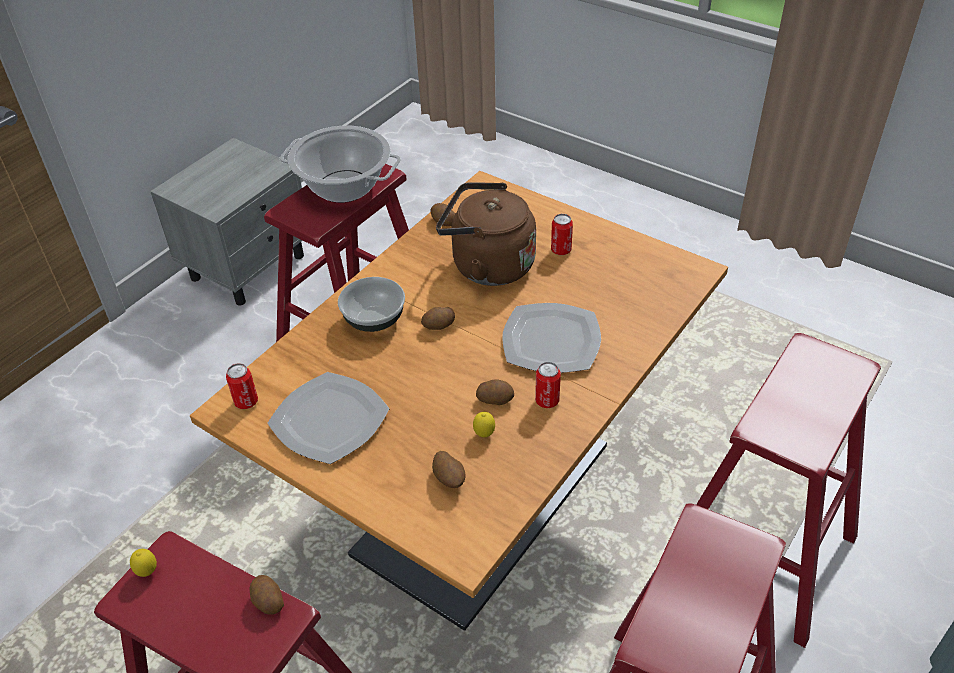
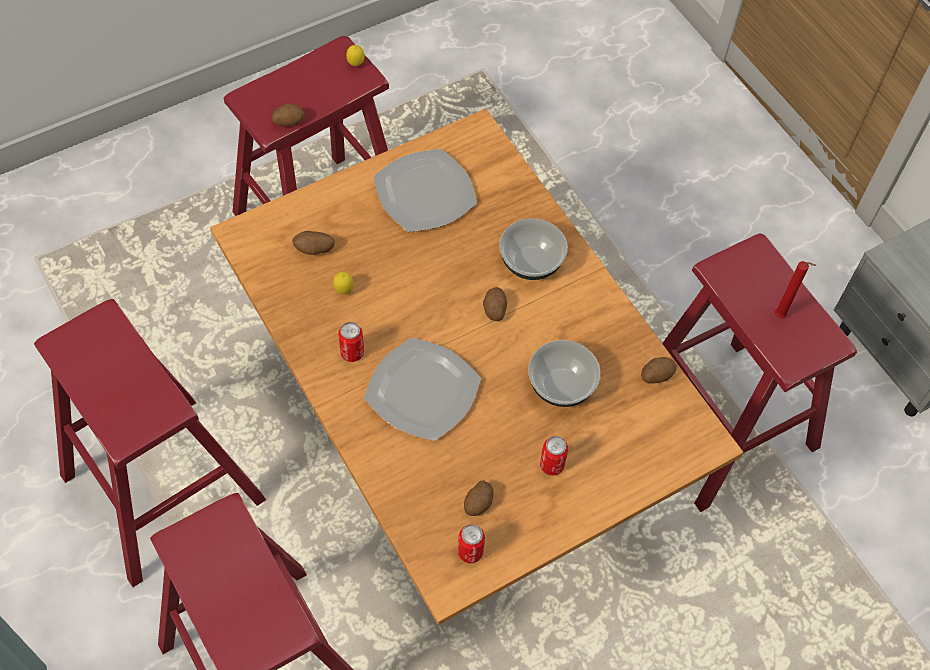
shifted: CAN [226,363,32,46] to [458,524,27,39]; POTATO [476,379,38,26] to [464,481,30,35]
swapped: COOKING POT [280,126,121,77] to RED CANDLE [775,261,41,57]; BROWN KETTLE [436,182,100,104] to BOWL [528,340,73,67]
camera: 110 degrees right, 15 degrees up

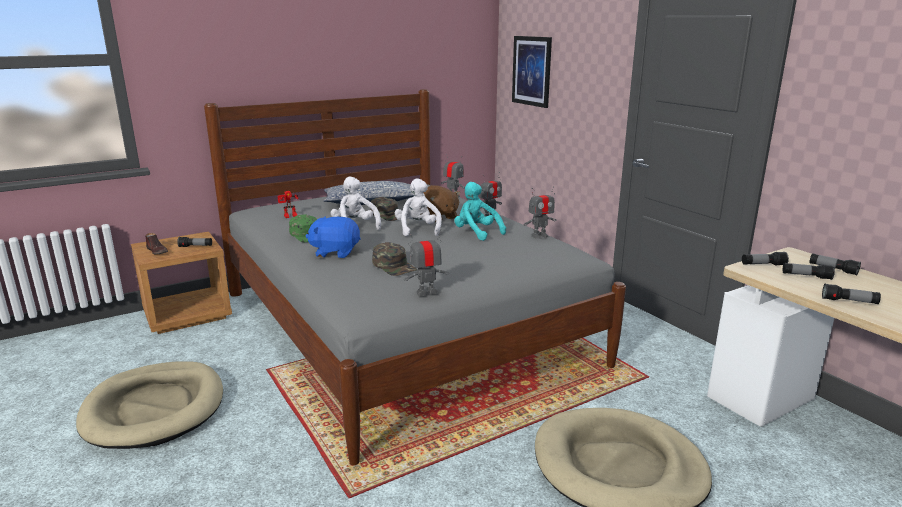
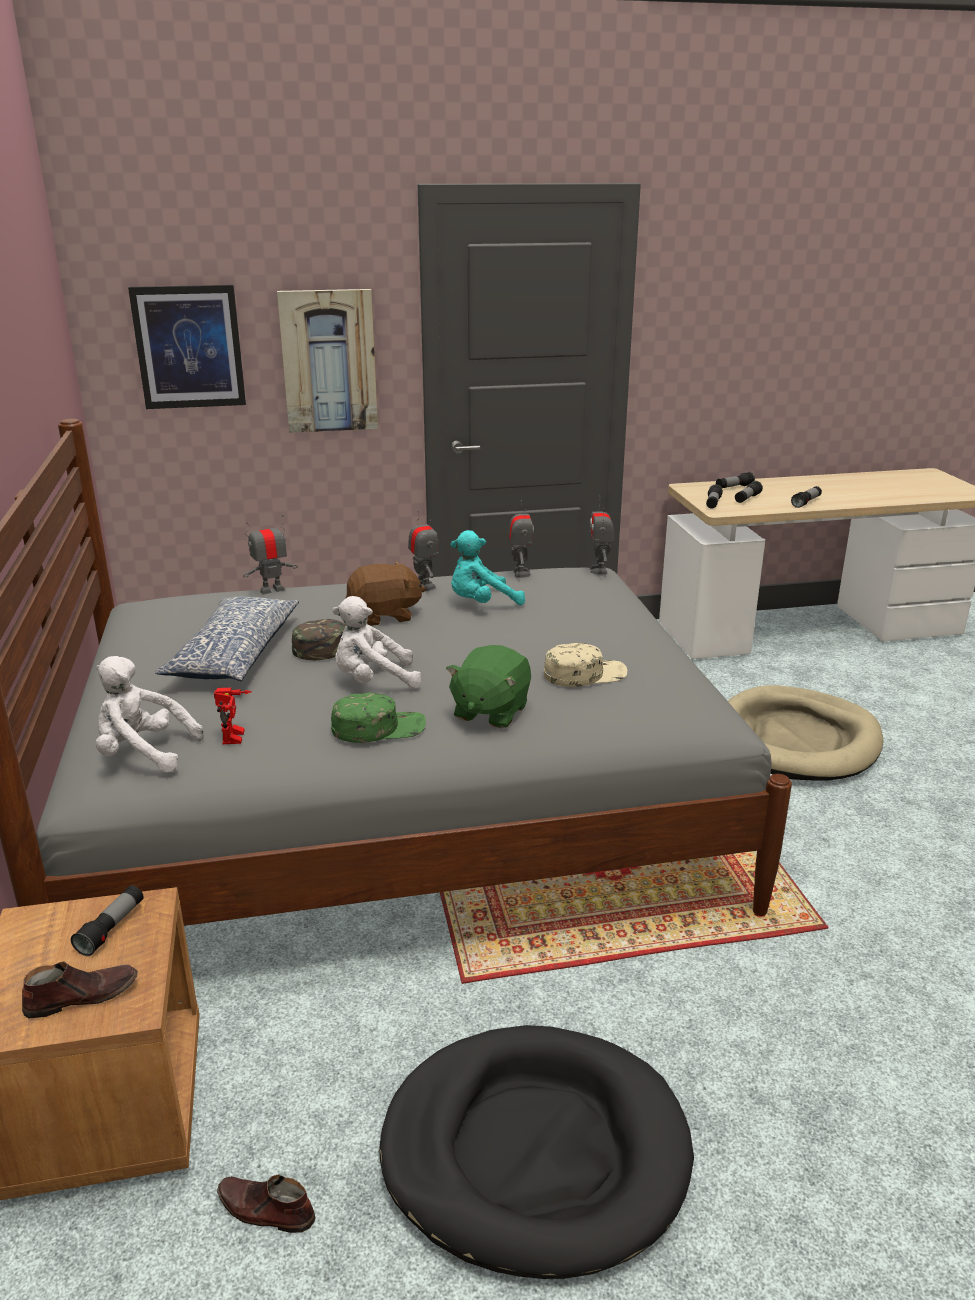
new: BROWN SHOE [217,1174,99,59]; PICTURE [277,289,101,144]
shifted: WHITE PLUSH TOY [395,178,47,58] to [96,656,108,116]; TOY ROBOT [404,229,45,67] to [590,496,24,79]
repainted: BEIGE DOG BED [76,361,147,88] to BLACK DOG BED [379,1025,315,254]; BLUE PLUSH TOY [305,217,56,41] to GREEN PLUSH TOY [446,645,85,83]; GREEN CAP [372,242,45,34] to BEIGE CAP [544,643,83,44]
camera: 70 degrees left, 5 degrees up

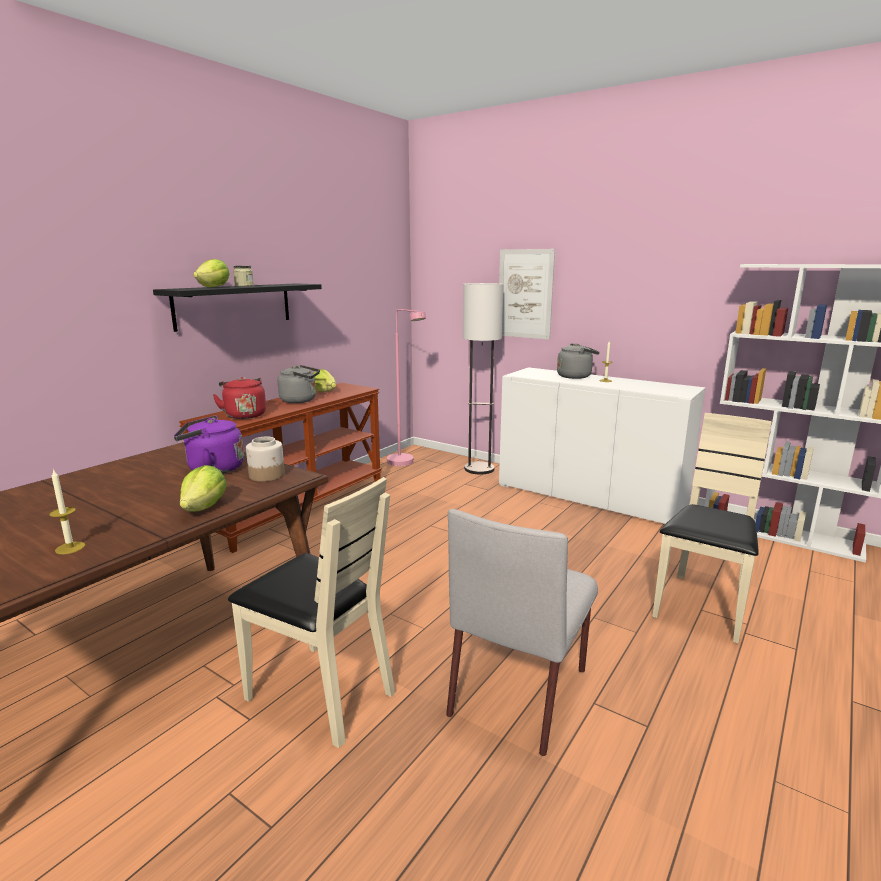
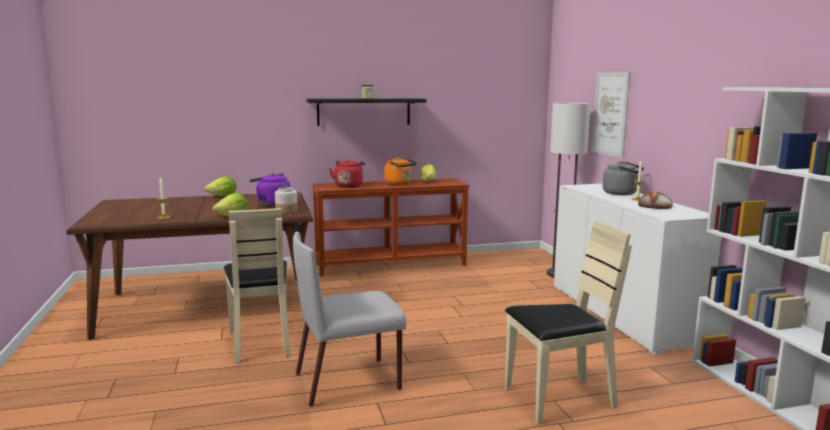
gone: PINK FLOOR LAMP [387,309,39,157]
new: BREAD [638,191,35,18]
shifted: LETTUCE [193,259,37,28] to [204,176,33,20]
repainted: GREY KETTLE [278,365,42,38] to ORANGE KETTLE [384,157,33,28]
camera: 40 degrees right, 5 degrees down

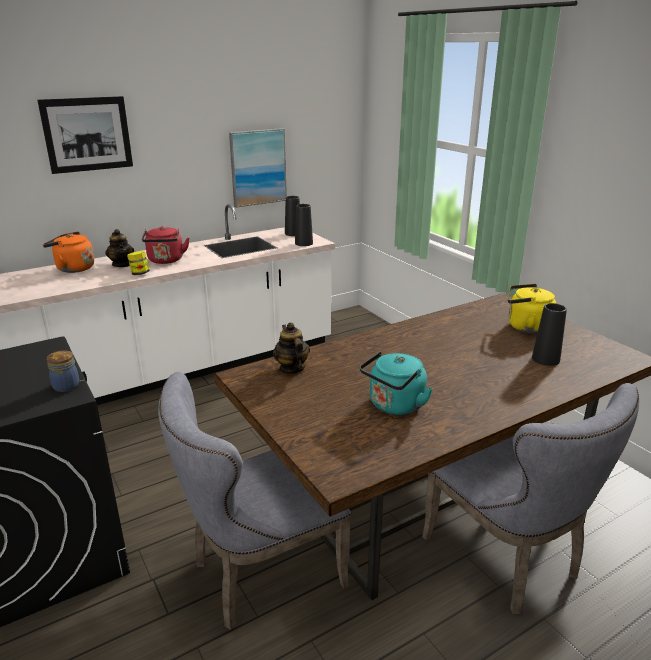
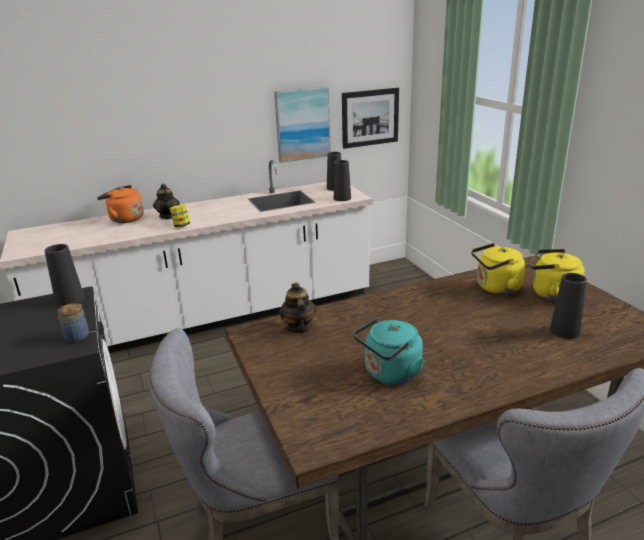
gone: RED KETTLE [142,226,48,38]
new: BLACK VASE [44,244,41,63]; YELLOW KETTLE [471,243,54,51]
shifted: PICTURE [37,96,96,78] to [342,88,57,61]
camera: 10 degrees right, 0 degrees up

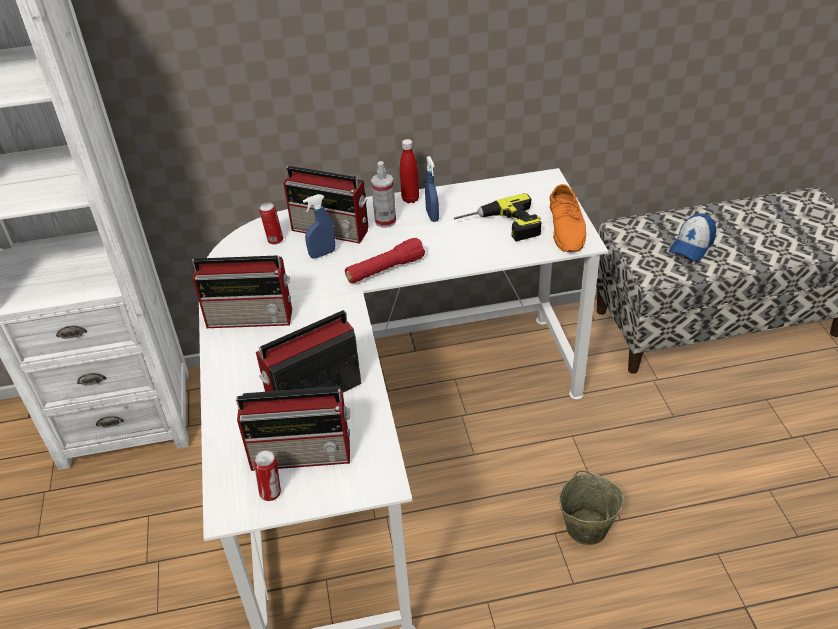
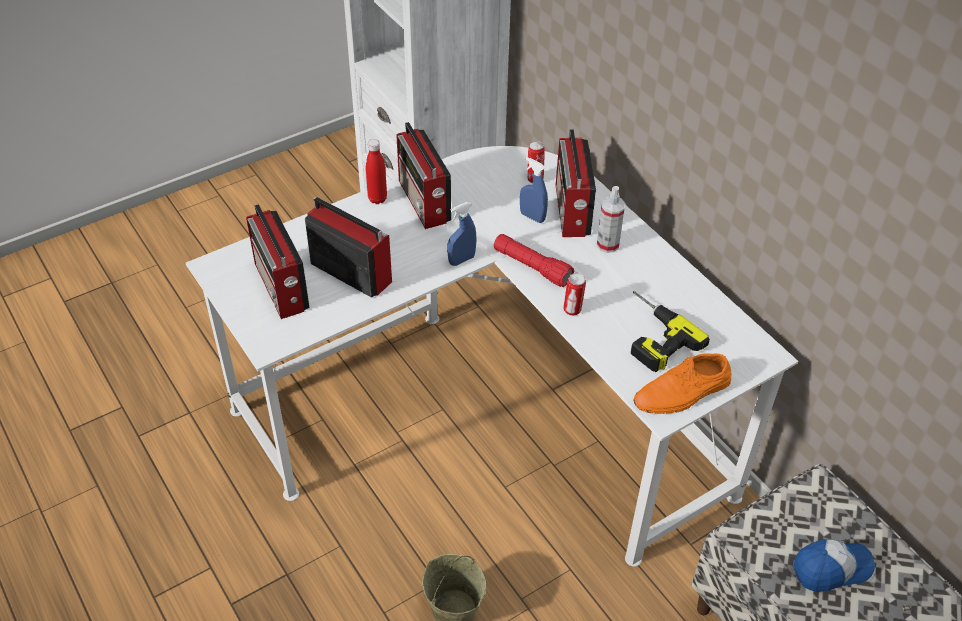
shifted: CAN [254,450,27,51] to [563,273,23,43]; RED BOTTLE [400,139,19,64] to [366,139,21,65]; BLUE SPRAY BOTTLE [425,156,14,66] to [447,202,30,64]
rotated: CAP [669,213,47,48] = [794,539,81,53] 150 degrees clockwise
camera: 65 degrees right, 5 degrees up

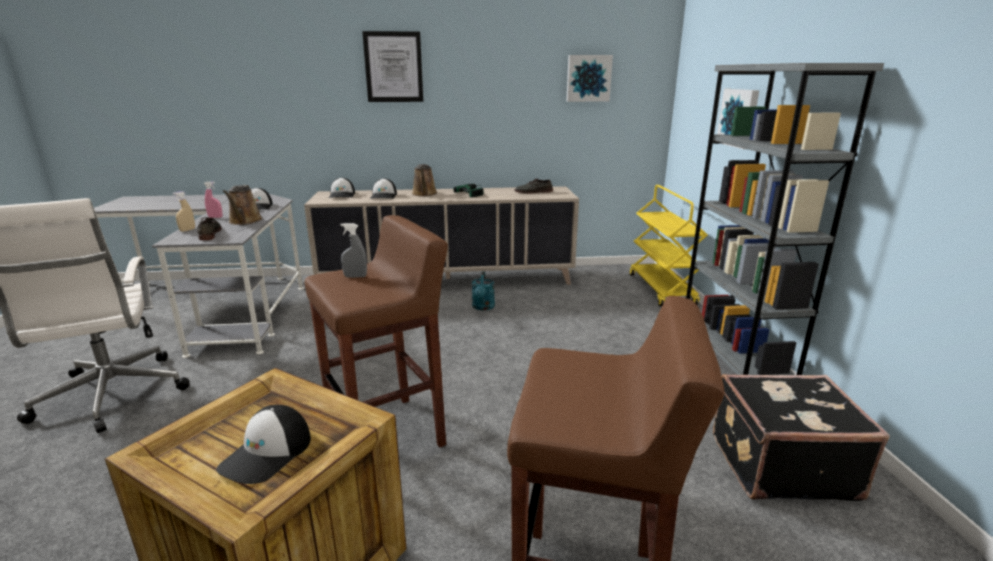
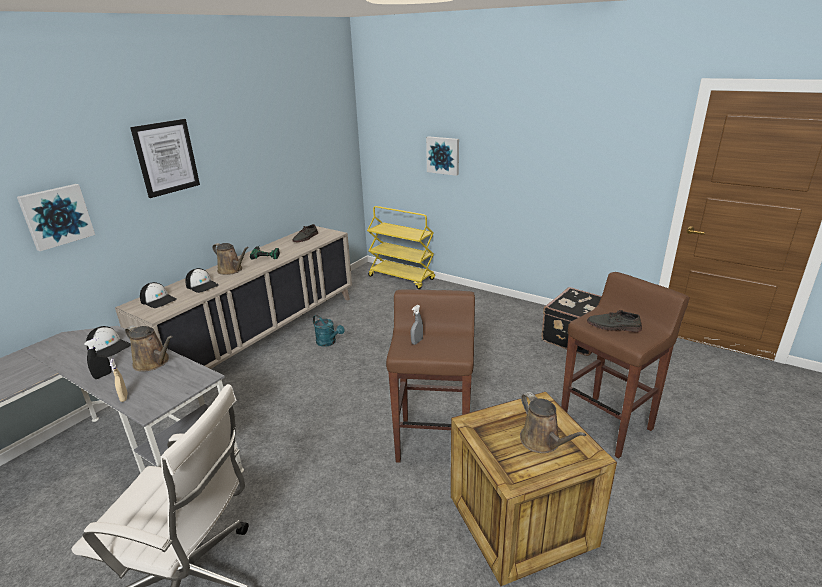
gone: GREY BOOKCASE [686,63,198,312]
shifted: GREY SHOE [197,217,25,23] to [587,310,55,22]; PICTURE [566,55,47,47] to [17,184,78,67]
swapped: CAP [217,405,94,79] to BROWN WATERING CAN [520,392,66,61]
repainted: PINK SPRAY BOTTLE [204,182,19,36] to BLACK SPRAY BOTTLE [84,337,27,42]
camera: 50 degrees left, 5 degrees up

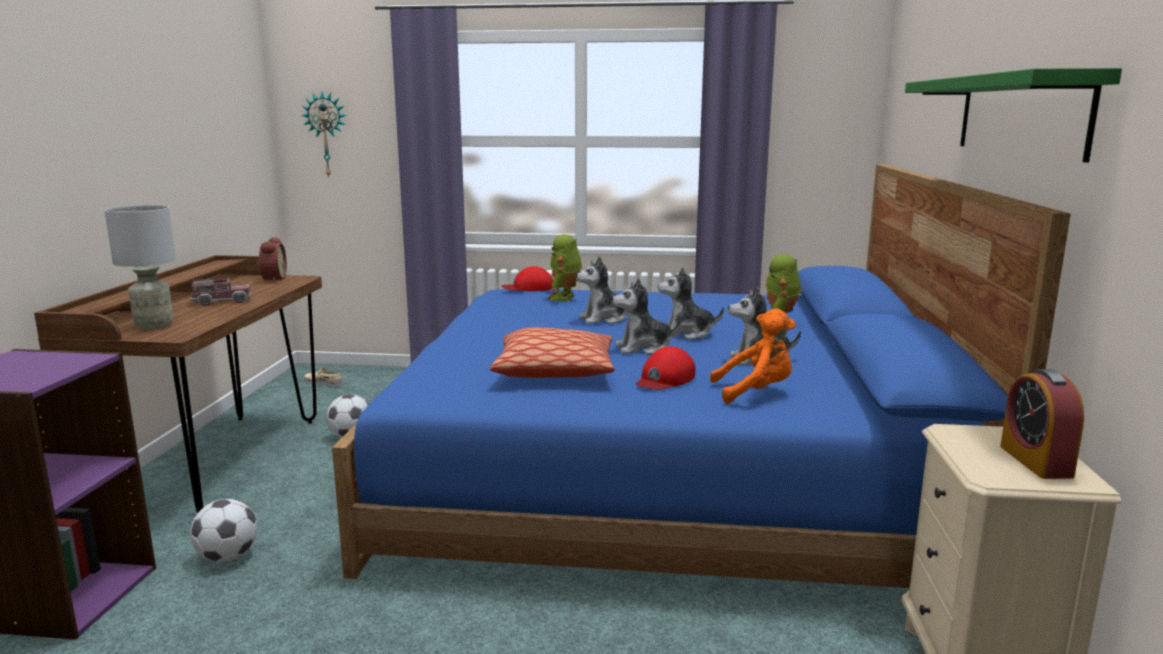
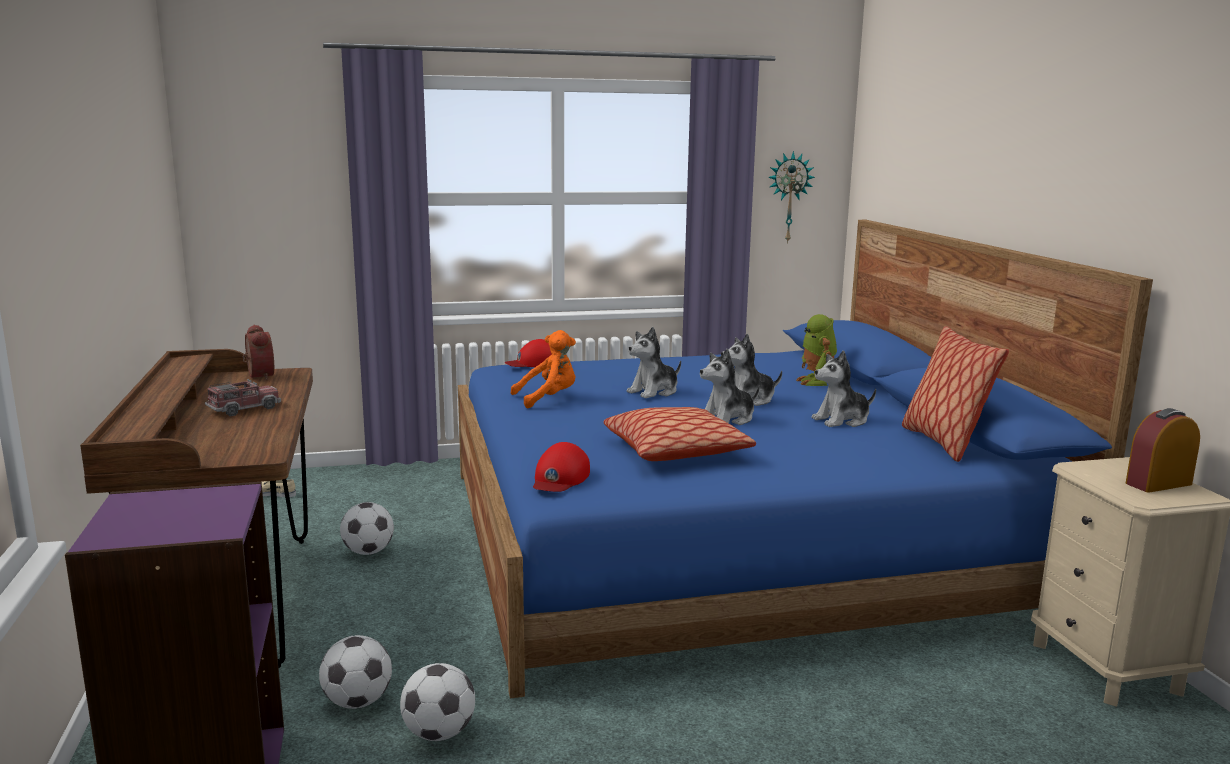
gone: GREY TABLE LAMP [104,205,72,125]; TOY ROBOT [547,234,35,67]; GREEN SHELF [905,68,217,95]
new: FOOTBALL [400,663,75,78]; PILLOW [902,326,107,136]
shifted: WALL CLOCK [301,92,46,85] to [768,151,47,93]; RED CAP [636,346,59,44] to [533,442,57,50]; ORANGE PLUSH TOY [710,308,86,95] to [511,330,65,78]
rotated: ALARM CLOCK [1000,369,84,110] = [1126,408,74,85] 90 degrees clockwise
camera: 20 degrees left, 0 degrees up

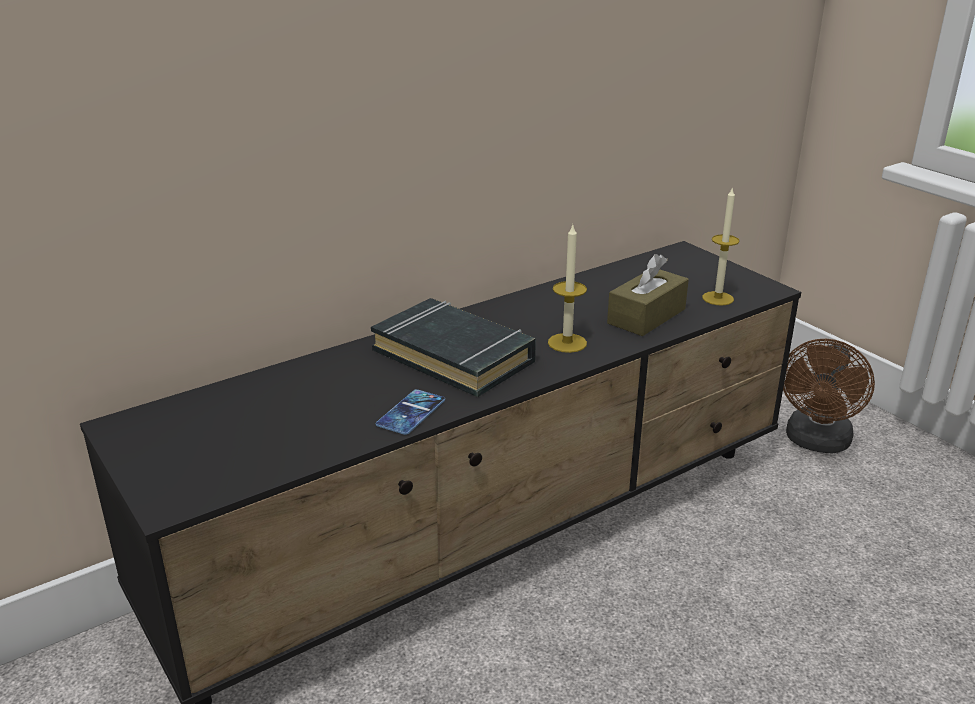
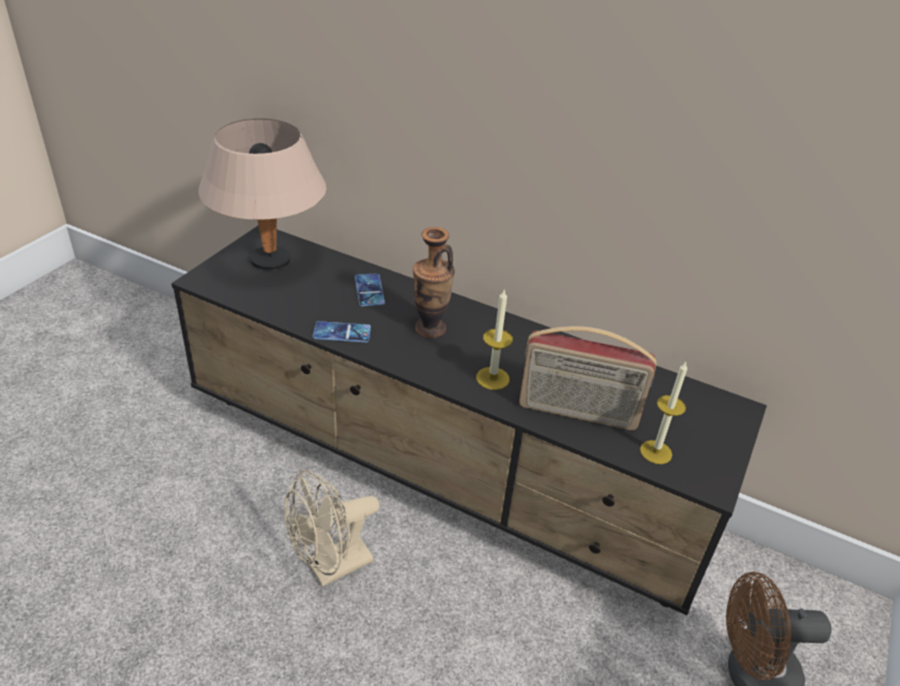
new: BEIGE TABLE LAMP [198,118,129,152]; BEIGE FAN [284,470,96,117]; PHONE [355,273,30,33]
swapped: BLACK BOOK [371,298,165,99] to VASE [413,227,42,111]; BROWN TISSUE BOX [607,254,82,82] to RADIO [519,326,138,104]
camera: 60 degrees right, 10 degrees up

